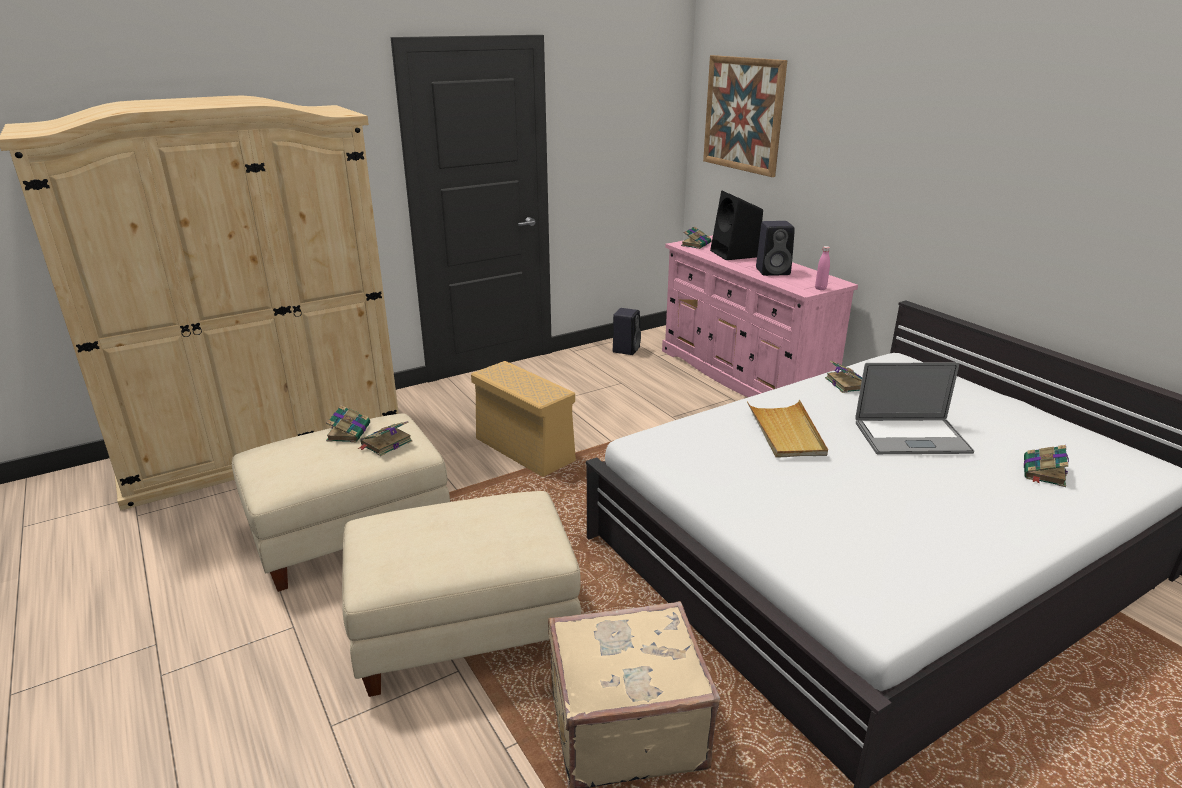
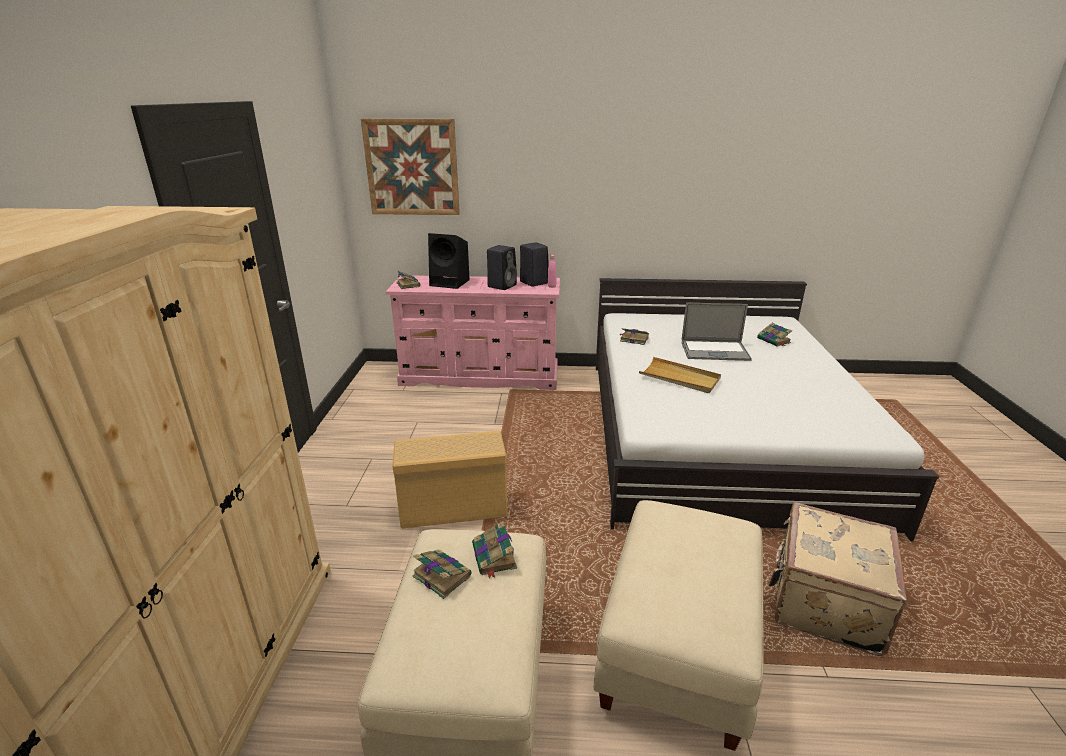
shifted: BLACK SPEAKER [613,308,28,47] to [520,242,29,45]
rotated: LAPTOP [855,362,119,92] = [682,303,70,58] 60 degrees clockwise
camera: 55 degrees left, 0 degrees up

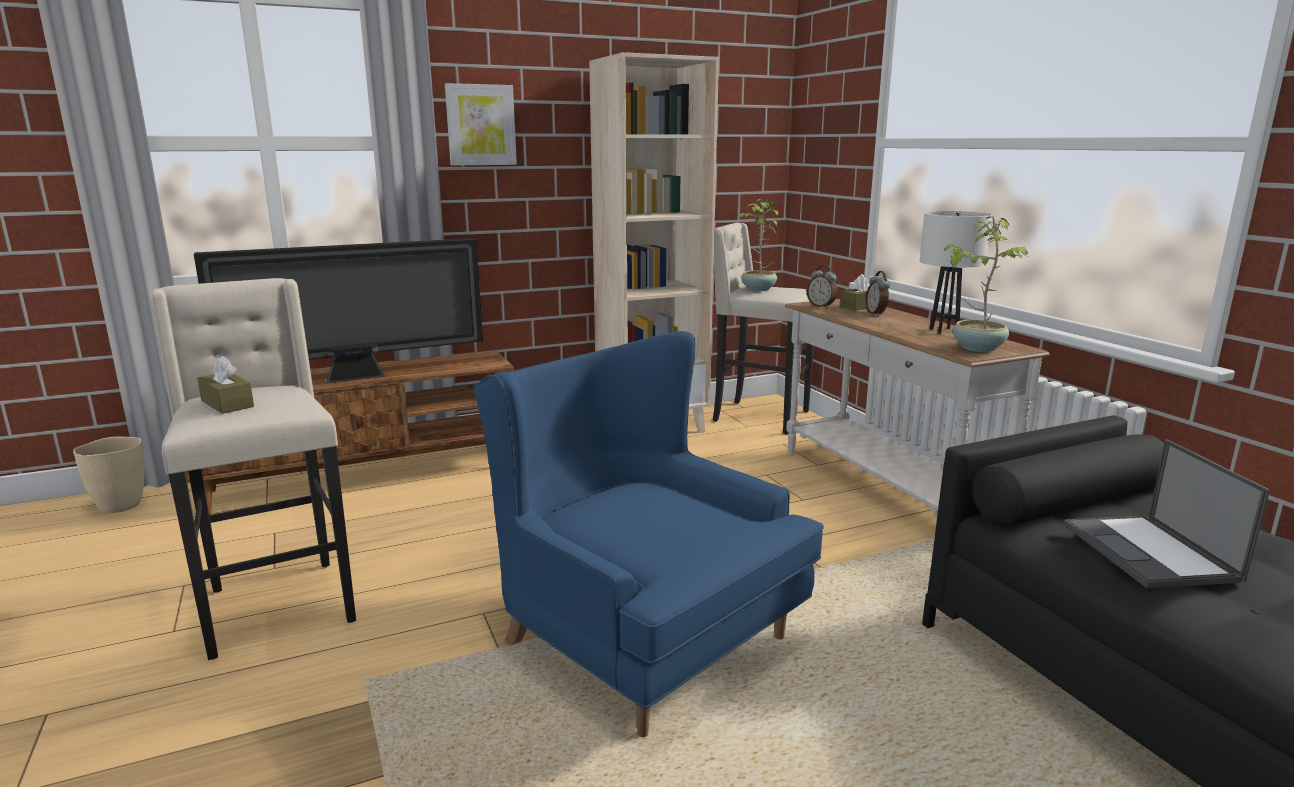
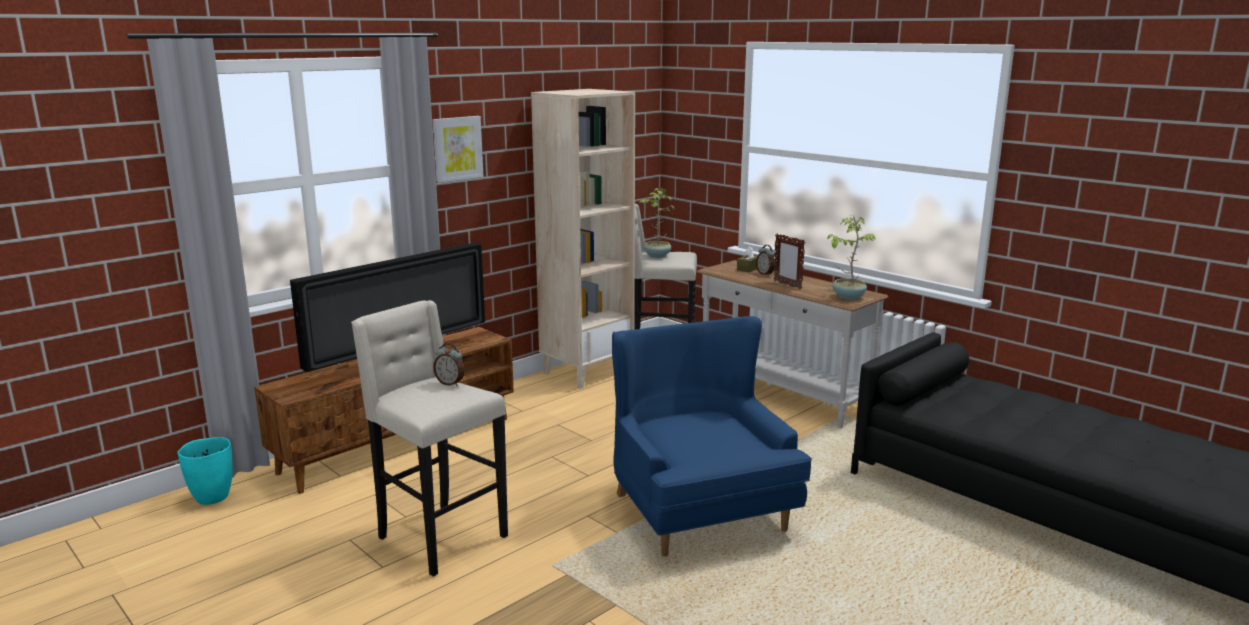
gone: BROWN TISSUE BOX [197,356,57,58]; WHITE TABLE LAMP [920,211,72,123]; LAPTOP [1064,439,206,149]
new: PICTURE FRAME [774,233,31,56]
shifted: ALARM CLOCK [807,265,30,43] to [433,343,32,43]
repainted: BEIGE VASE [73,437,72,76] to TURQUOISE VASE [177,437,56,68]
rotated: BLUE ARMCHAIR [473,331,351,406] = [612,316,200,241] 45 degrees clockwise
camera: 20 degrees left, 0 degrees up

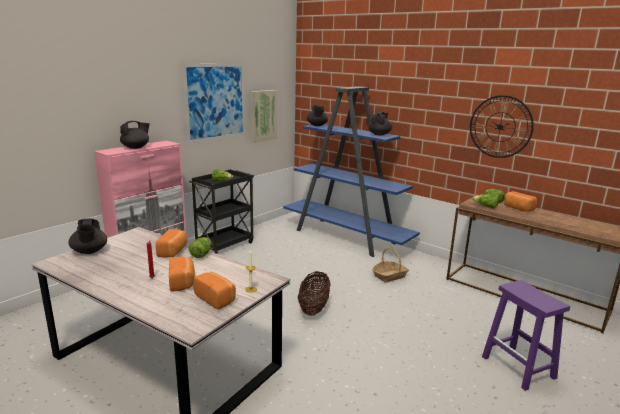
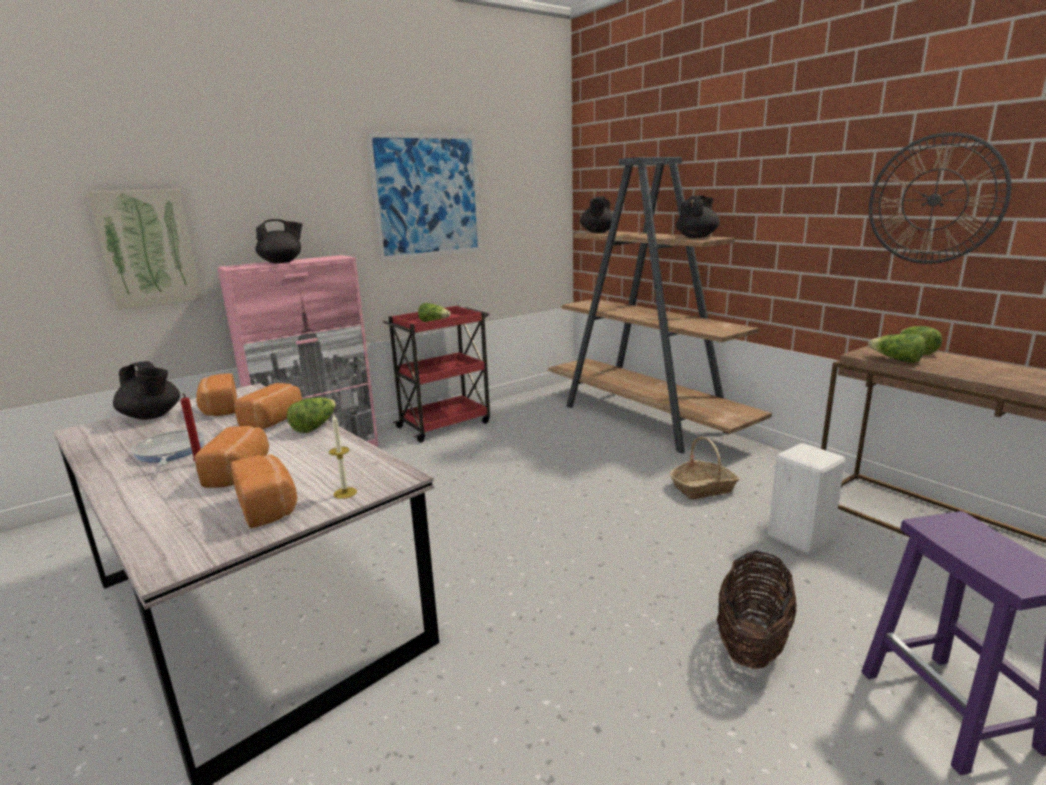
new: FRYING PAN [131,430,74,36]; WHITE STOOL [768,443,77,112]
shifted: PICTURE [251,90,26,53] to [87,189,115,121]; BASKET [298,271,33,45] to [717,551,80,118]; BREAD [504,191,33,21] to [196,373,41,43]
repainted: BLACK CART [189,169,65,85] to RED CART [383,305,107,138]; BLUE BOOKCASE [283,86,137,171] to BROWN BOOKCASE [548,157,224,297]
rotated: BLACK TEAPOT [68,218,39,36] = [113,361,67,59] 45 degrees counterclockwise
camera: 15 degrees right, 0 degrees up

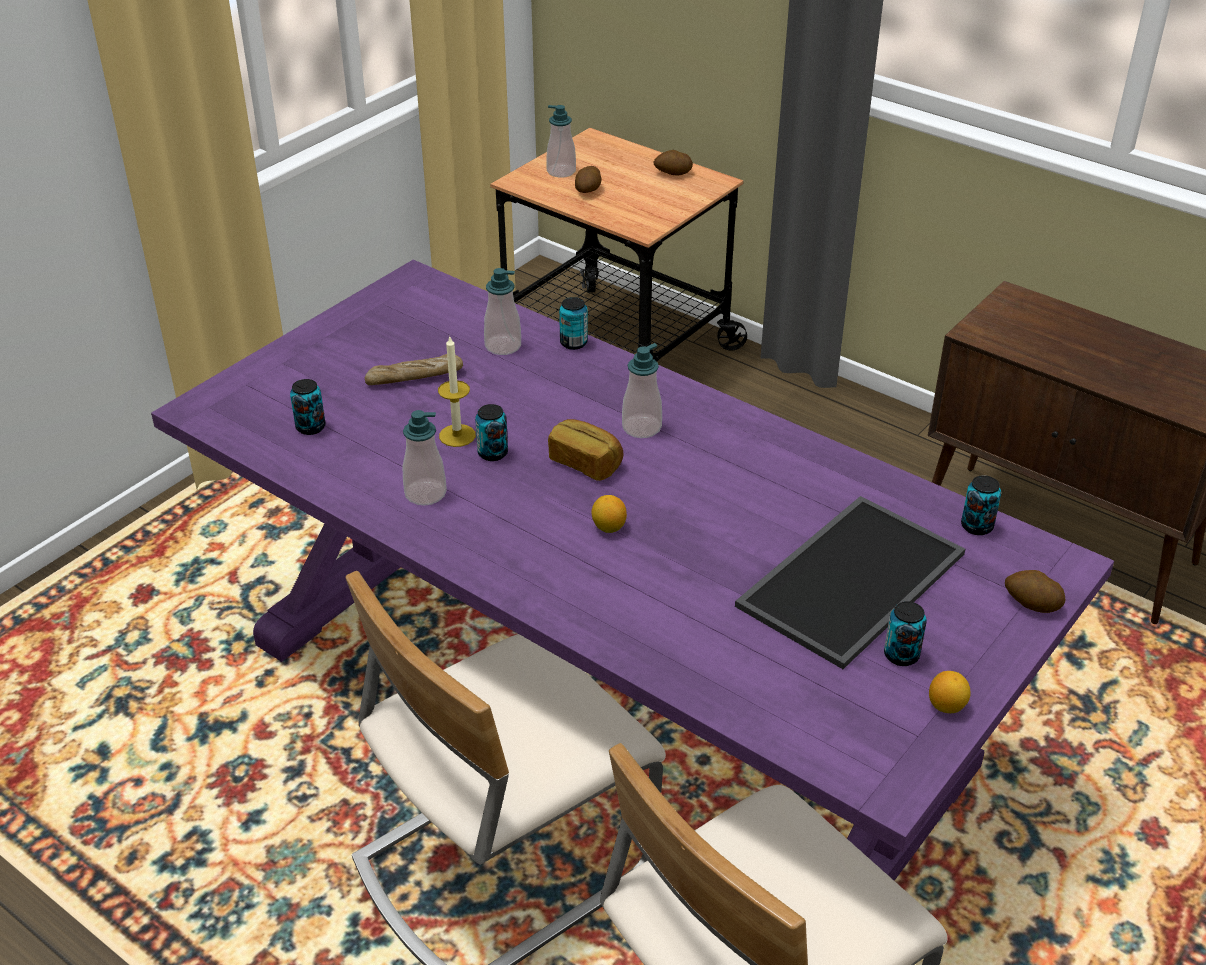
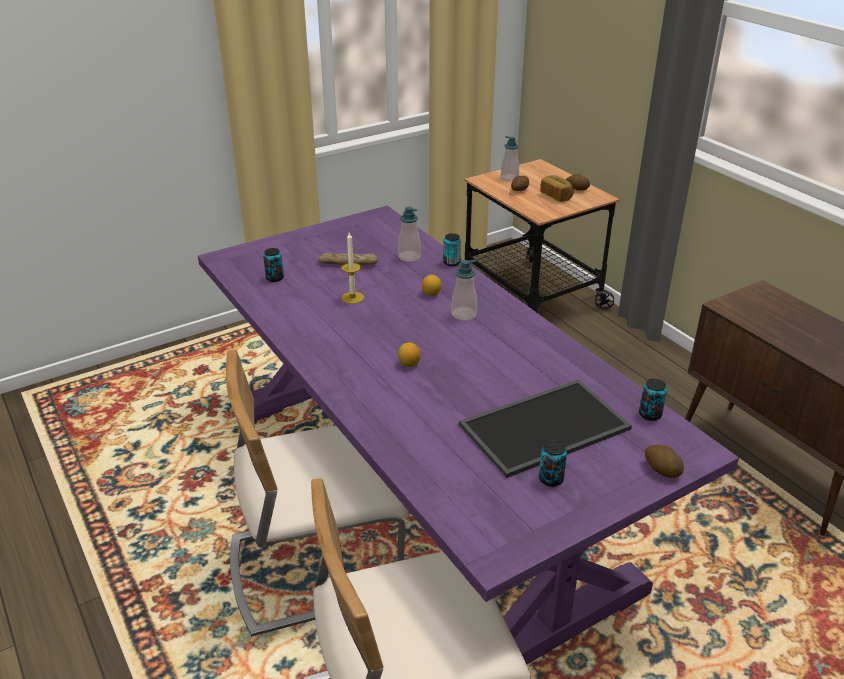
gone: SOAP DISPENSER [403,410,44,96]; CAN [475,404,33,57]
shifted: BREAD [548,419,76,62] to [540,175,34,27]; LEMON [929,671,42,42] to [422,275,20,21]
camera: 20 degrees right, 5 degrees down

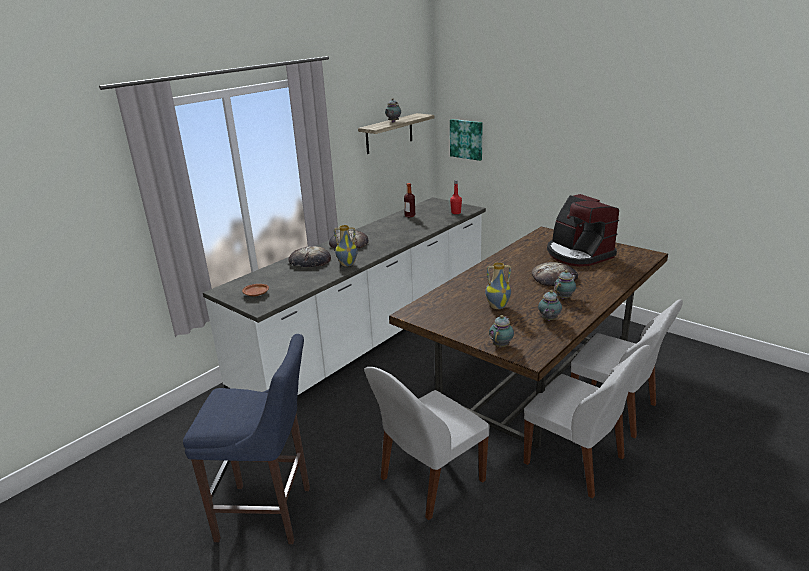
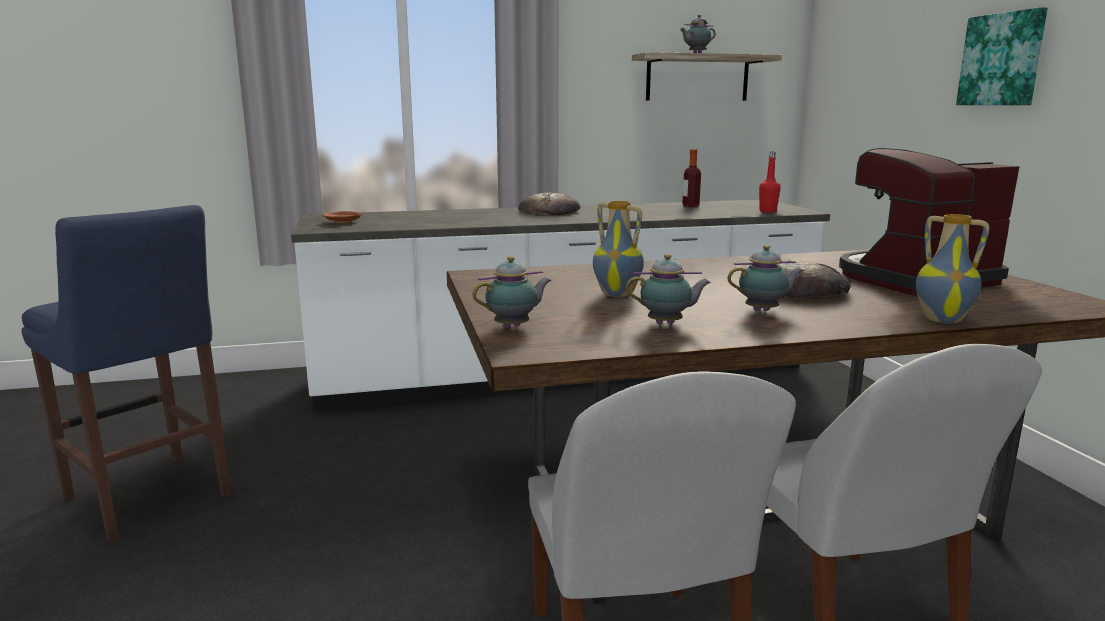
gone: BREAD [288,246,43,21]; WHITE CHAIR [365,367,125,153]
shifted: VASE [334,225,24,41] to [916,214,73,110]; PICTURE [450,119,33,42] to [956,7,92,98]
rotated: TEAPOT [538,290,24,31] = [626,254,85,70] 150 degrees counterclockwise; COFFEE MACHINE [547,194,72,73] = [839,148,181,148] 60 degrees clockwise
camera: 35 degrees right, 10 degrees down

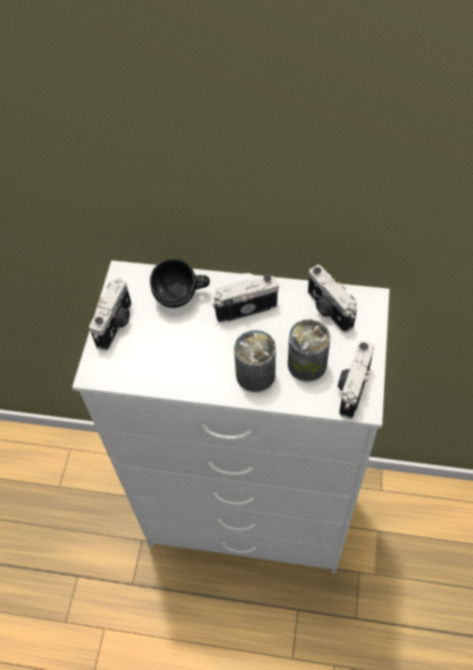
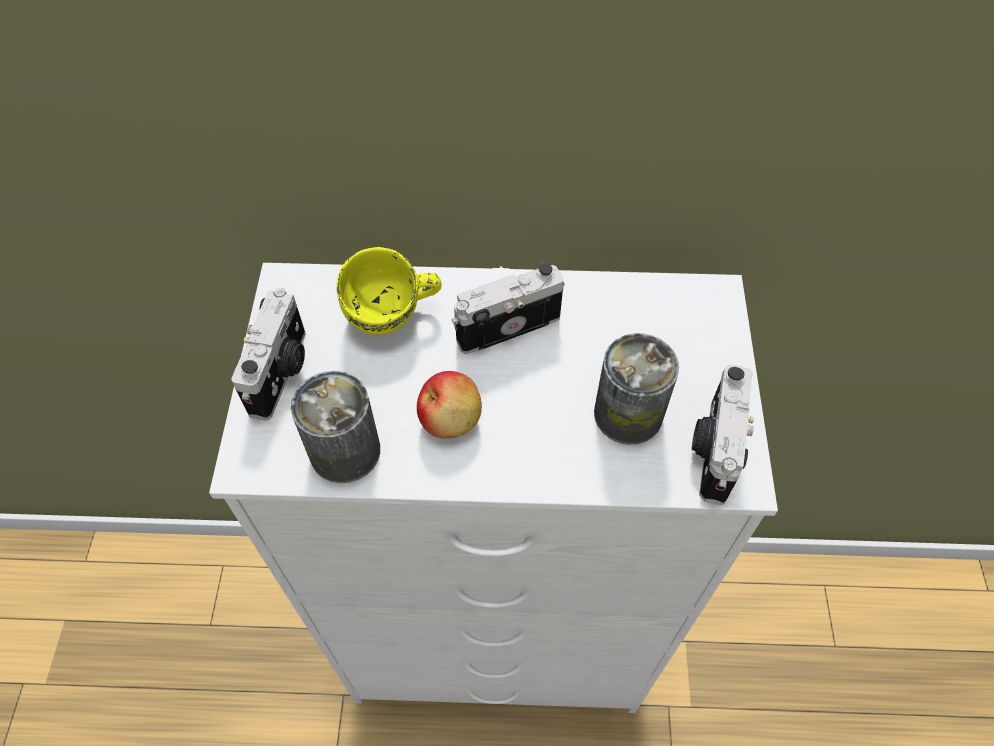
gone: PHOTO CAMERA [308,265,49,67]
new: APPLE [417,371,65,68]
shifted: CAN [234,330,42,62] to [291,371,89,112]
repainted: BLACK MUG [150,259,60,49] to YELLOW MUG [336,247,106,88]
camera: 10 degrees left, 0 degrees up

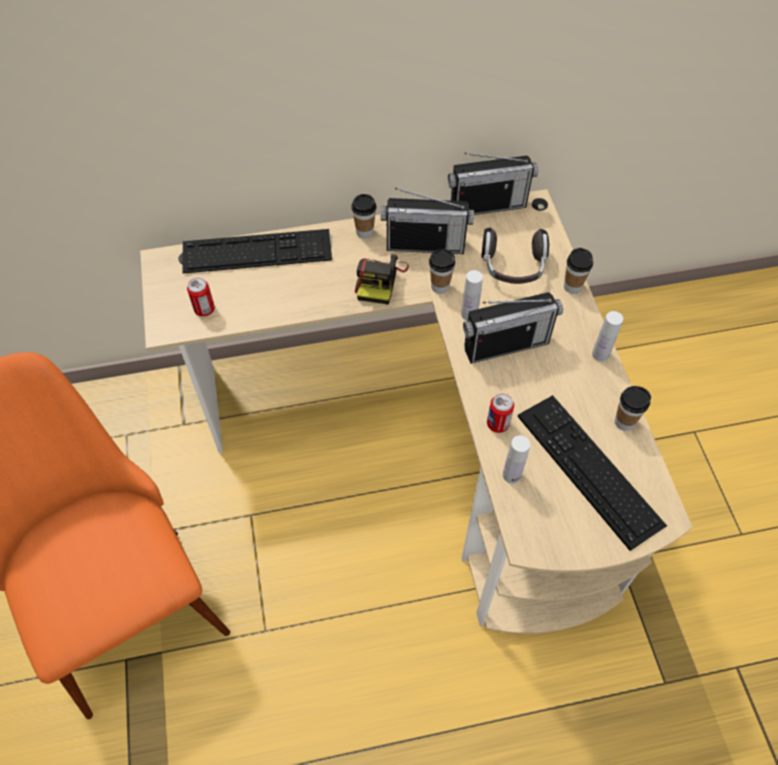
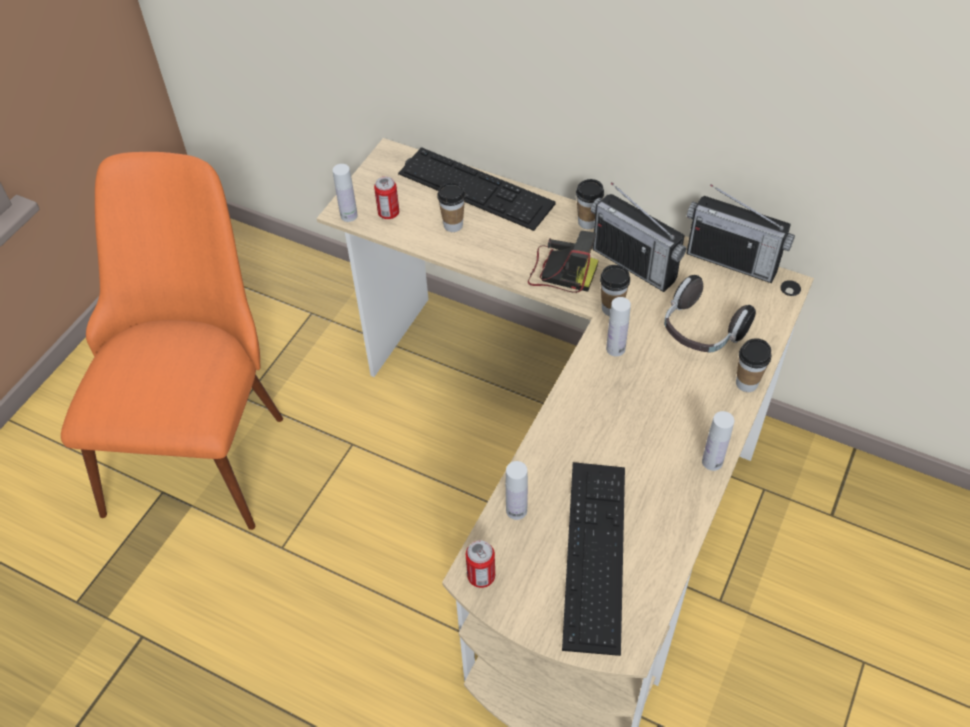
gone: RADIO [463,292,100,72]
new: WHITE BOTTLE [333,164,25,58]
shifted: CAN [487,394,27,39] to [466,540,29,48]; CUP [615,386,36,45] to [437,182,28,50]
rotated: PHOTO CAMERA [355,254,54,51] = [528,231,71,62] 120 degrees counterclockwise
camera: 40 degrees right, 5 degrees down

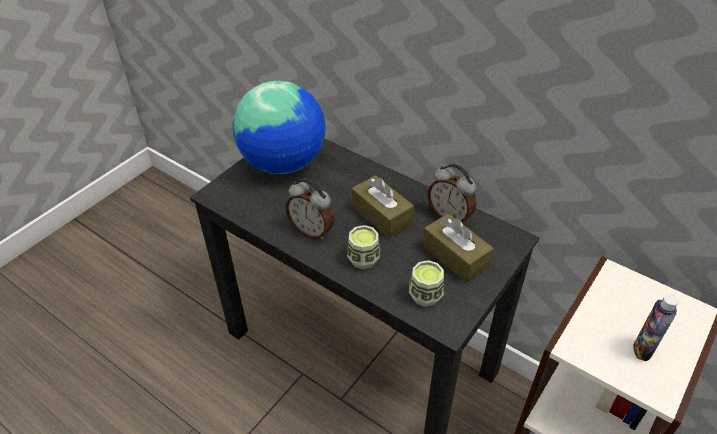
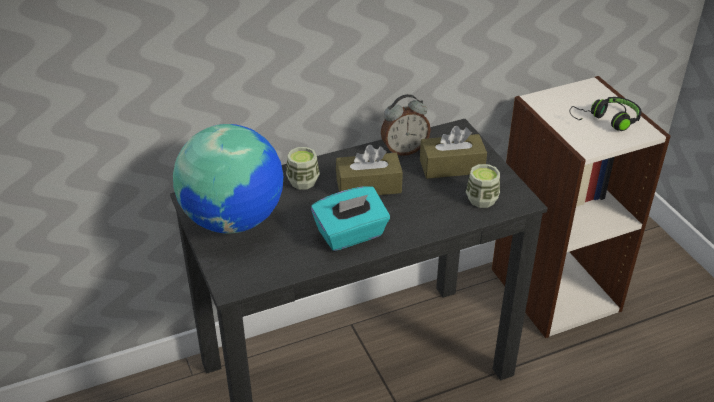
shifted: CUP [347,225,33,44] to [286,147,34,43]
swapped: ALARM CLOCK [286,178,48,62] to TURQUOISE TISSUE BOX [311,186,79,65]; BOTTLE [633,294,45,67] to BLACK HEADPHONES [570,97,71,34]
camera: 60 degrees left, 5 degrees down

